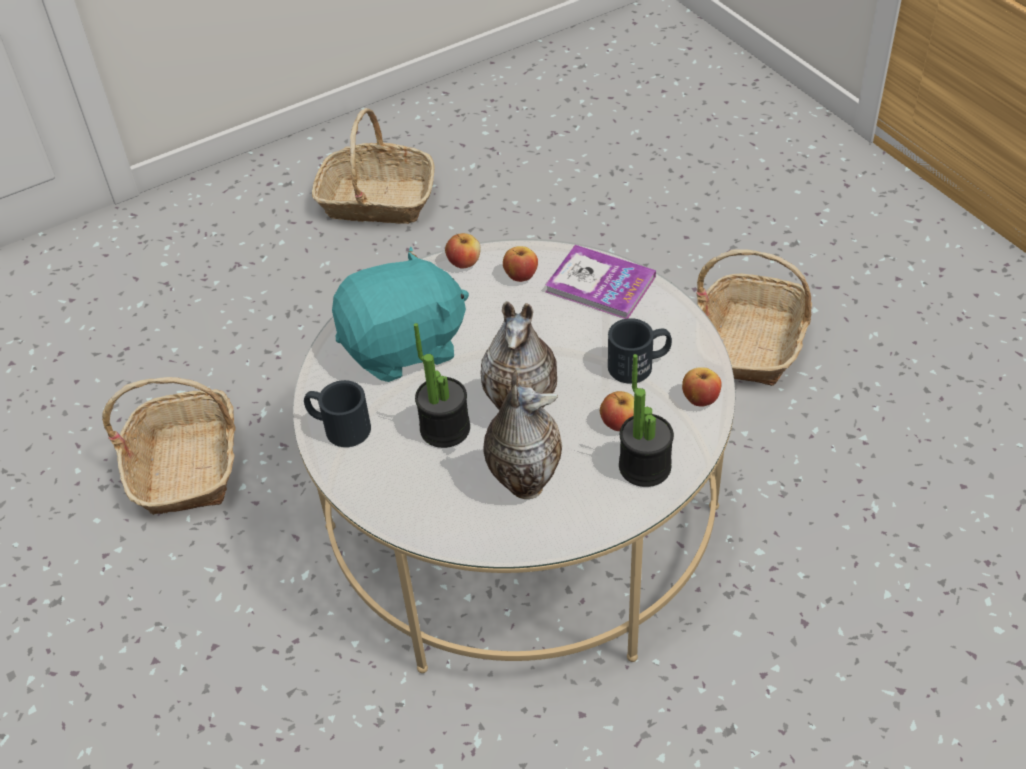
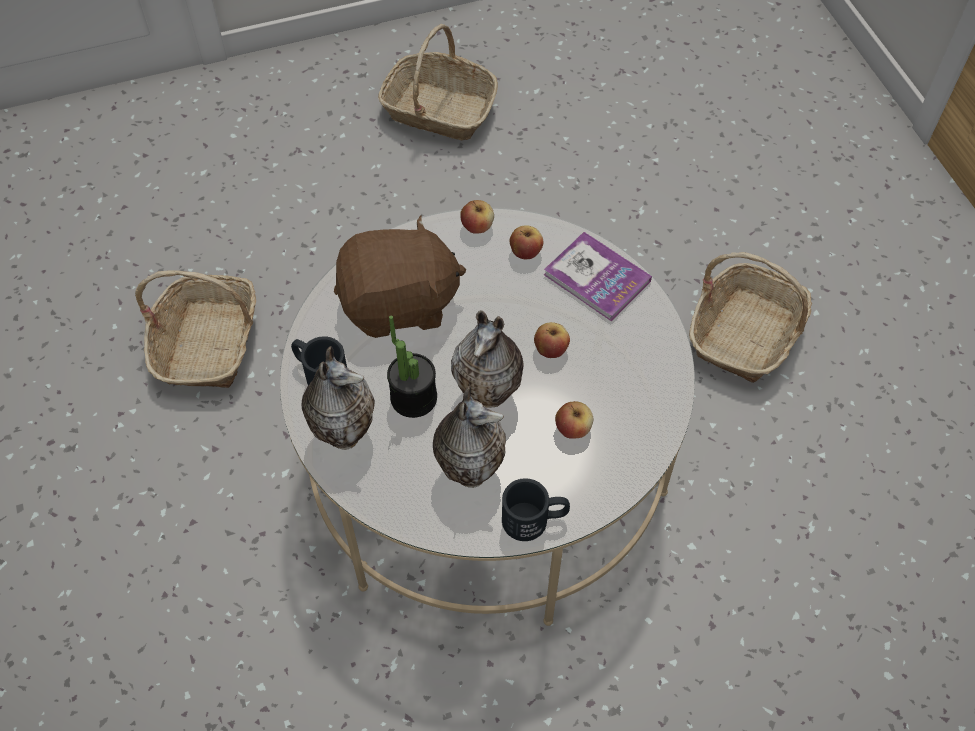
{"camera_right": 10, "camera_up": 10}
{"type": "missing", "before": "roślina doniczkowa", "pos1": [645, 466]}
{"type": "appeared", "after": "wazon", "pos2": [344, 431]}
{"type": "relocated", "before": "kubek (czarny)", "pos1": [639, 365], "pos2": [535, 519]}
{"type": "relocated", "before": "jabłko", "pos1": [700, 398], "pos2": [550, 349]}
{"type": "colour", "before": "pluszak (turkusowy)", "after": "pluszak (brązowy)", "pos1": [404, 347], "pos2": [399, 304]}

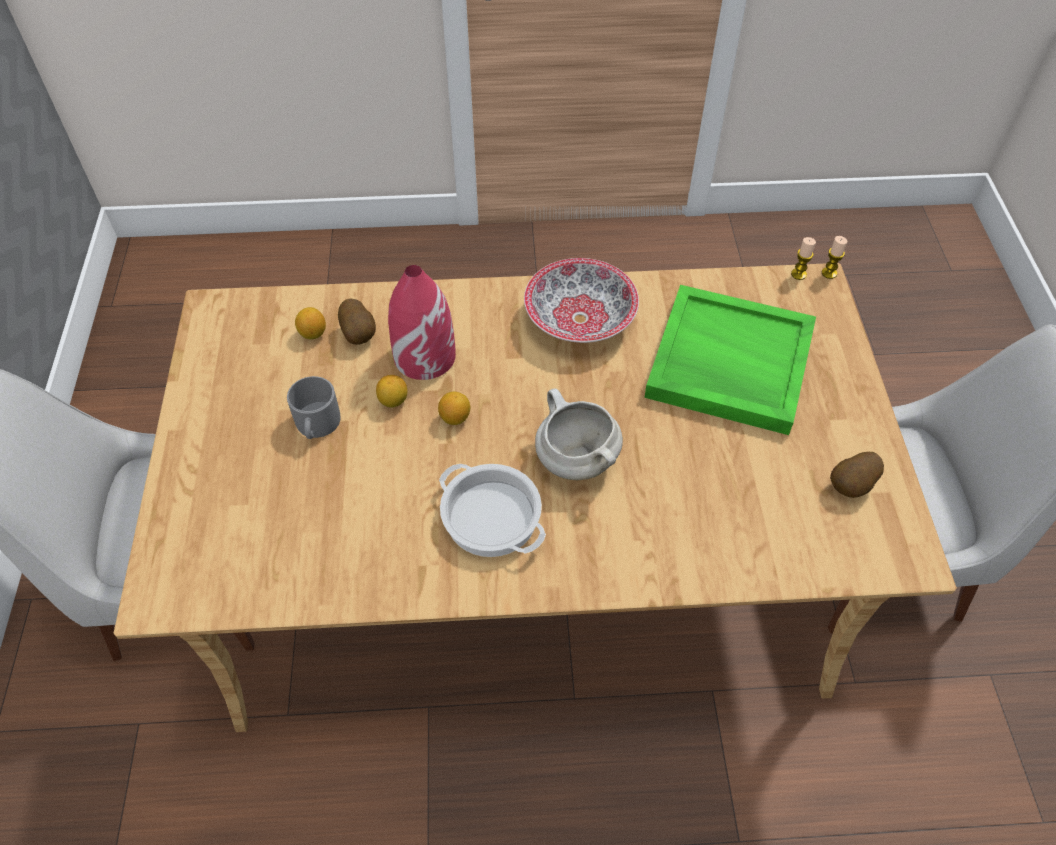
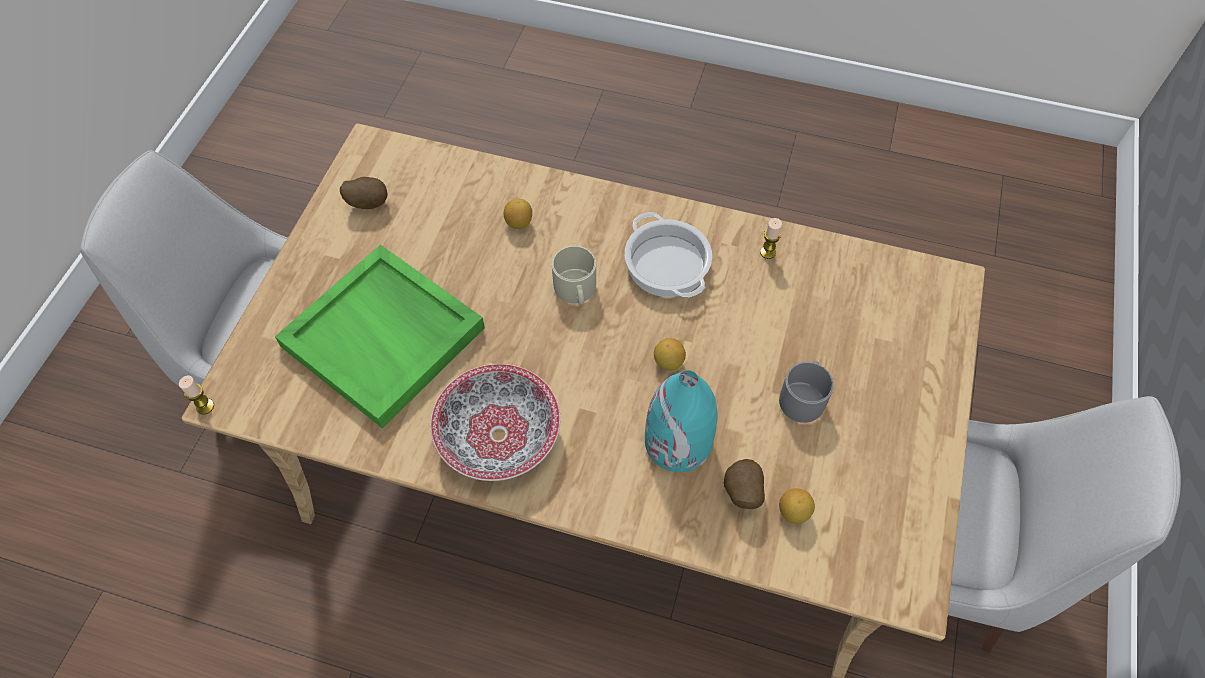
{"camera_right": -160, "camera_up": 5}
{"type": "relocated", "before": "cytryna", "pos1": [393, 401], "pos2": [519, 223]}
{"type": "relocated", "before": "świeca", "pos1": [798, 274], "pos2": [767, 252]}
{"type": "exchanged", "before": "garnek (biały)", "after": "kubek (beżowy)", "pos1": [575, 459], "pos2": [576, 290]}
{"type": "colour", "before": "wazon (czerwony)", "after": "wazon (turkusowy)", "pos1": [424, 356], "pos2": [678, 442]}

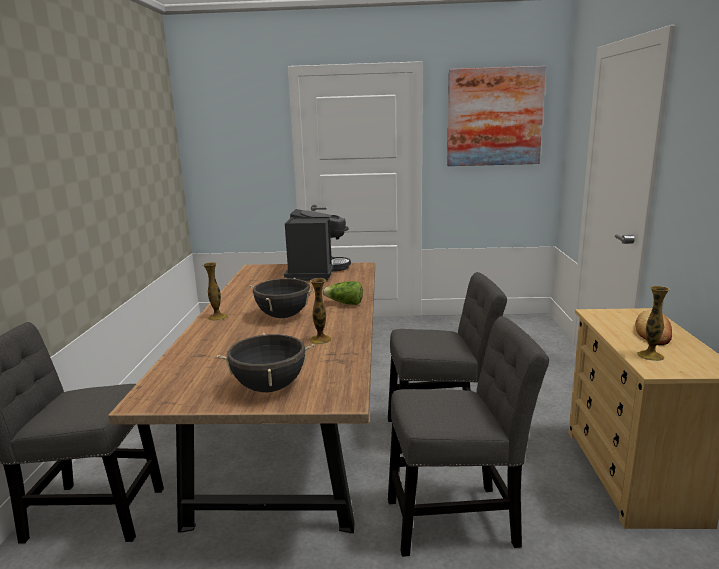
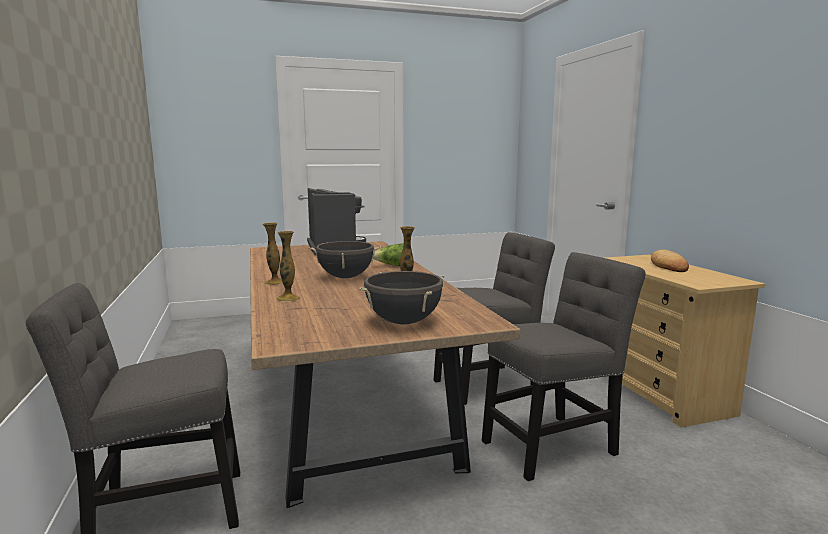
{"camera_right": -20, "camera_up": -5}
{"type": "missing", "before": "obraz", "pos1": [494, 117]}
{"type": "relocated", "before": "wazon", "pos1": [650, 356], "pos2": [288, 298]}

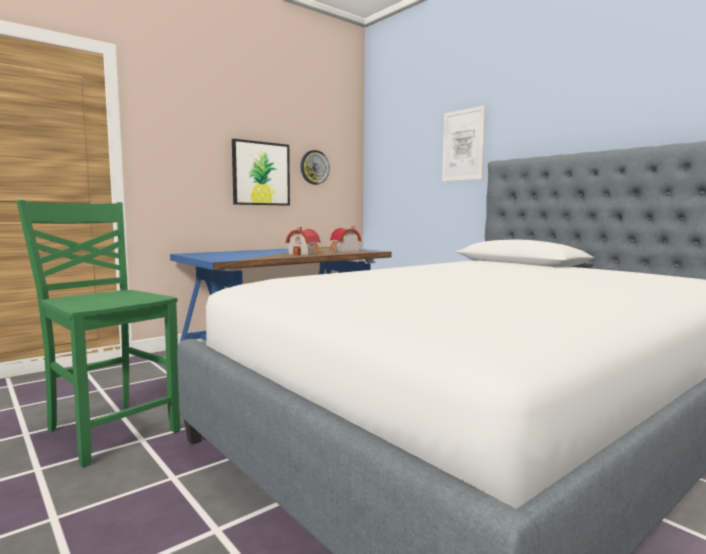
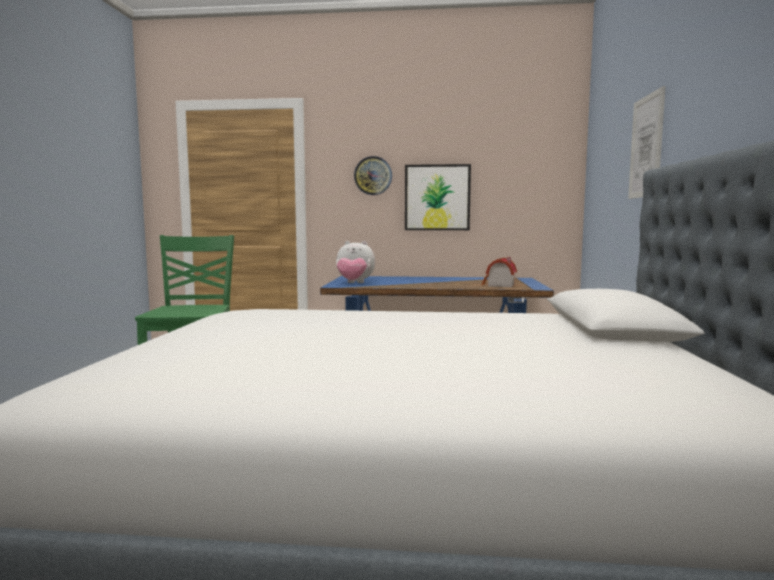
{"camera_right": 45, "camera_up": 0}
{"type": "missing", "before": "domek", "pos1": [305, 254]}
{"type": "appeared", "after": "pluszak", "pos2": [354, 283]}
{"type": "relocated", "before": "zegar ścienny", "pos1": [314, 167], "pos2": [373, 175]}

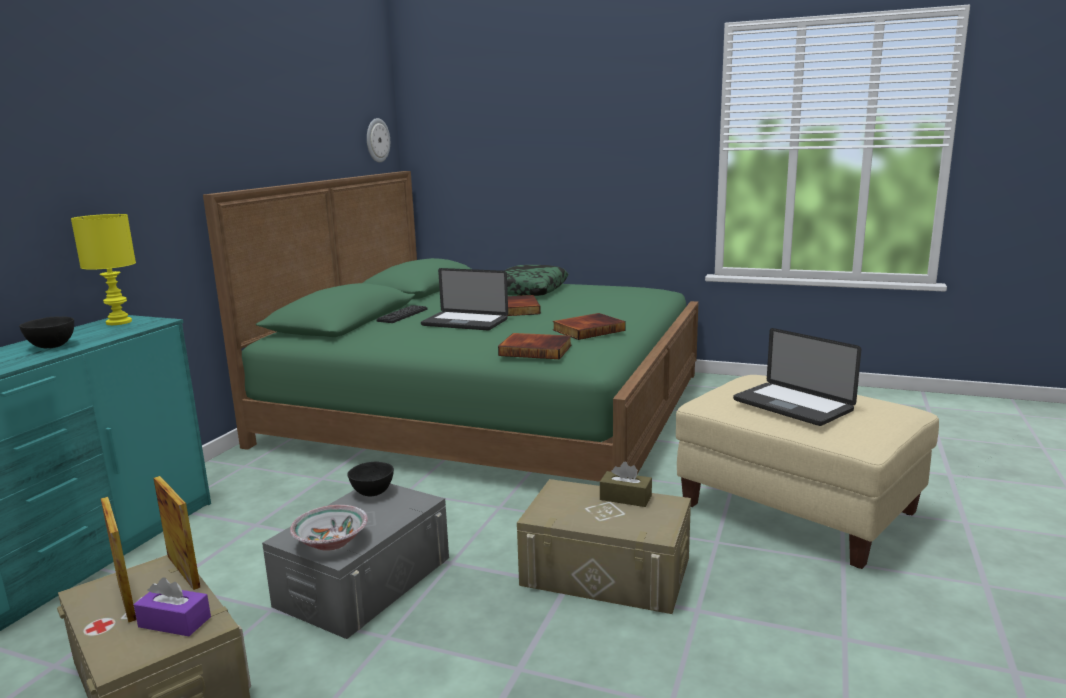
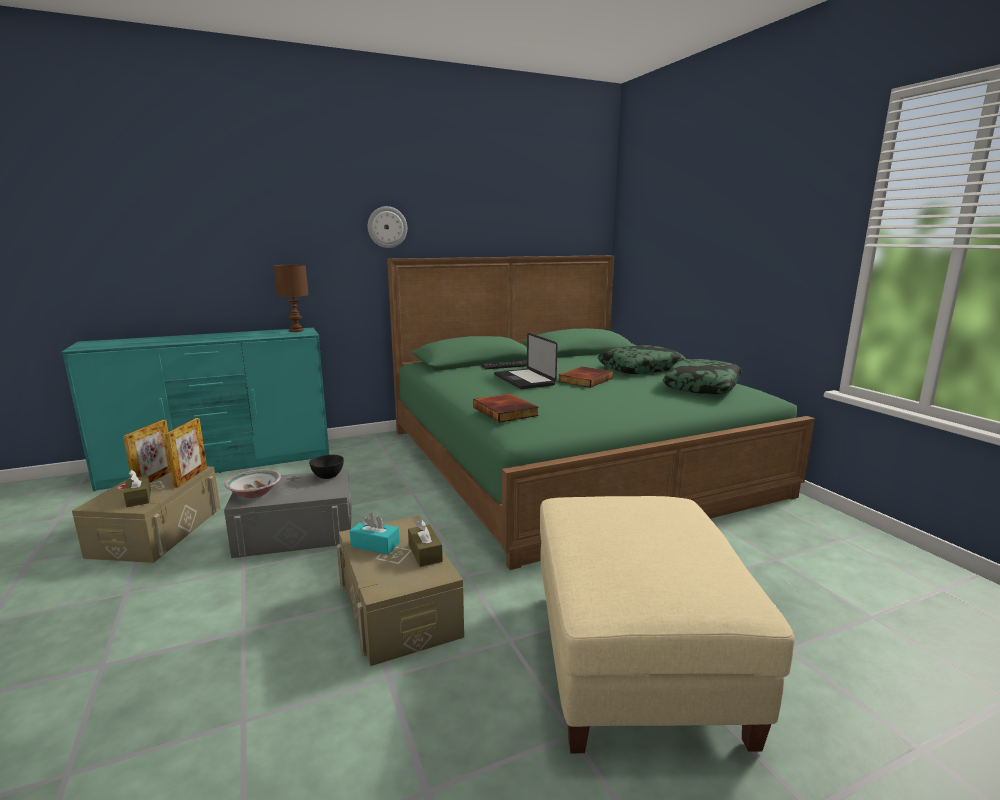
{"camera_right": 45, "camera_up": 0}
{"type": "missing", "before": "miska (czarny)", "pos1": [52, 346]}
{"type": "missing", "before": "książka", "pos1": [588, 330]}
{"type": "missing", "before": "laptop", "pos1": [792, 405]}
{"type": "appeared", "after": "pudełko chusteczek (turkusowy)", "pos2": [375, 545]}
{"type": "appeared", "after": "poduszka", "pos2": [702, 386]}
{"type": "relocated", "before": "zegar ścienny", "pos1": [377, 140], "pos2": [387, 227]}
{"type": "colour", "before": "lampa stołowa (żółty)", "after": "lampa stołowa (brązowy)", "pos1": [120, 322], "pos2": [297, 331]}
{"type": "colour", "before": "pudełko chusteczek (fioletowy)", "after": "pudełko chusteczek (brązowy)", "pos1": [174, 622], "pos2": [139, 498]}

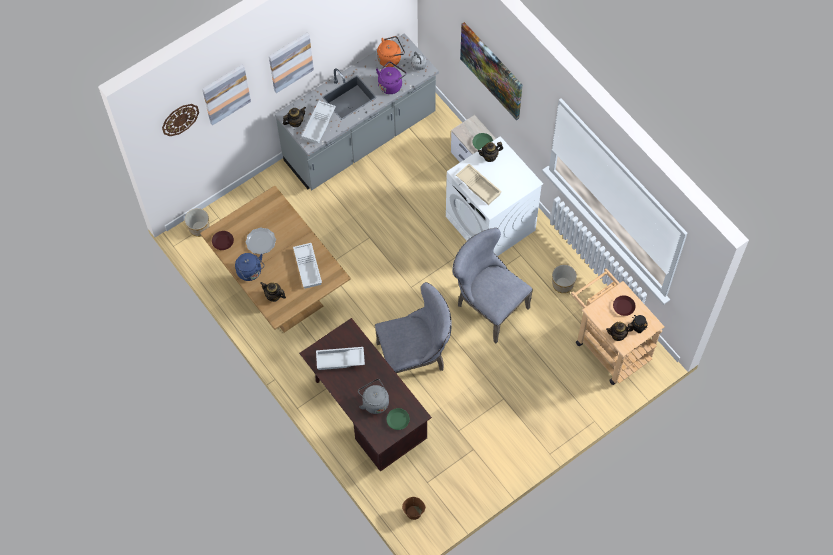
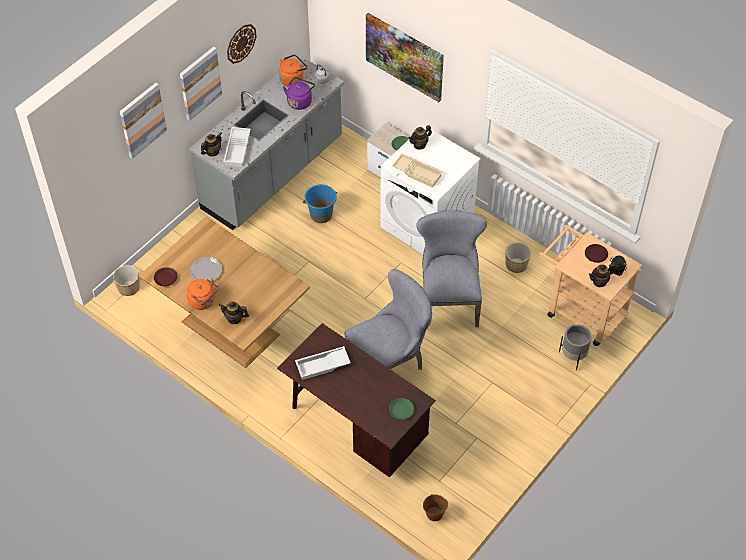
{"camera_right": -15, "camera_up": -10}
{"type": "missing", "before": "taca (biały)", "pos1": [308, 267]}
{"type": "missing", "before": "czajnik (szary)", "pos1": [374, 402]}
{"type": "appeared", "after": "wiadro (niebieski)", "pos2": [321, 214]}
{"type": "appeared", "after": "donica (szary)", "pos2": [573, 357]}
{"type": "relocated", "before": "zegar ścienny", "pos1": [180, 119], "pos2": [241, 43]}
{"type": "colour", "before": "czajnik (niebieski)", "after": "czajnik (pomarańczowy)", "pos1": [250, 272], "pos2": [203, 301]}
{"type": "spun", "before": "krzesło (szary)", "pos1": [488, 305], "pos2": [448, 299], "turn": 60}

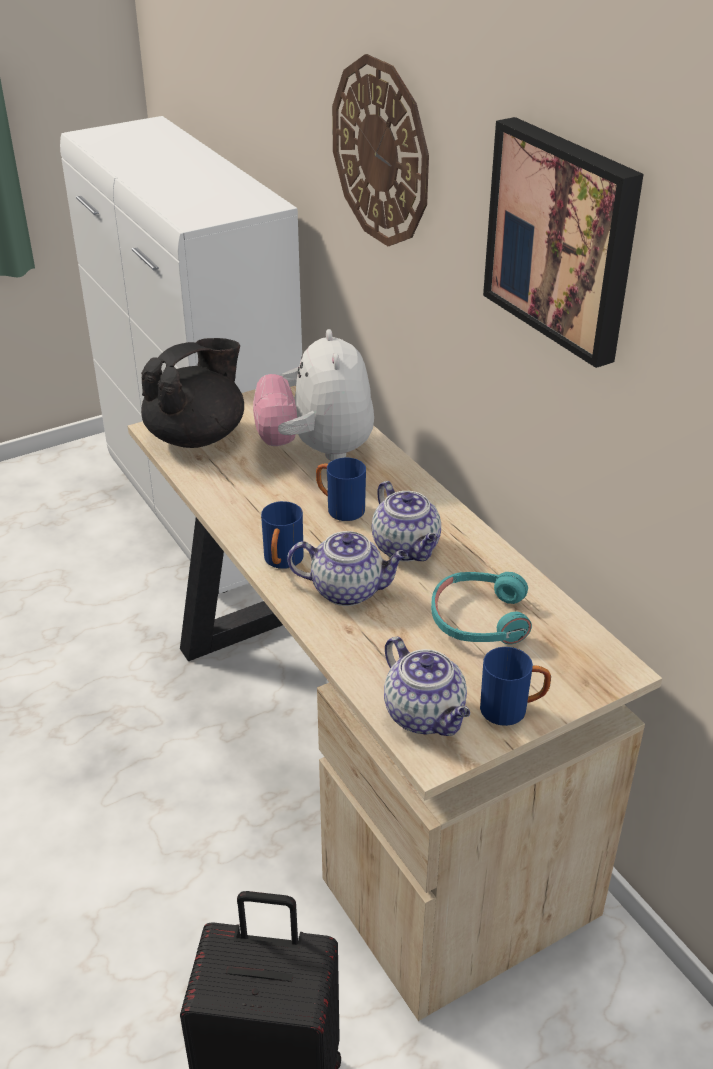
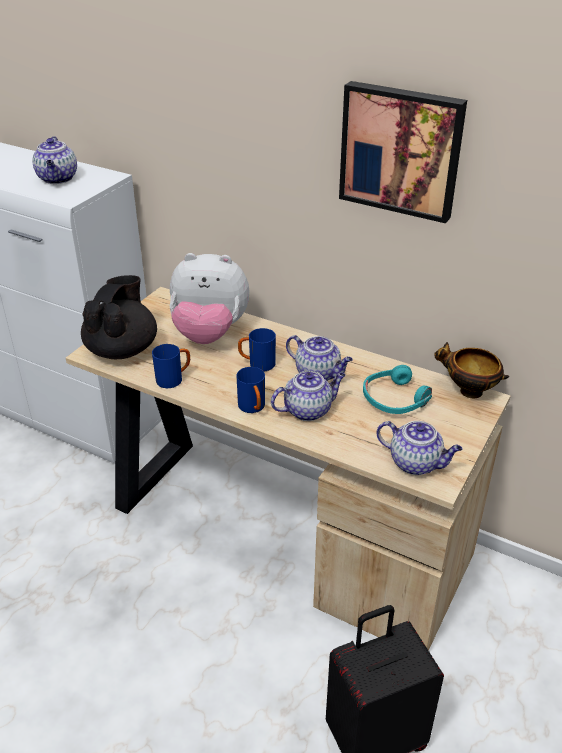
{"camera_right": -30, "camera_up": 0}
{"type": "missing", "before": "zegar ścienny", "pos1": [381, 152]}
{"type": "appeared", "after": "imbryk", "pos2": [58, 179]}
{"type": "appeared", "after": "miska", "pos2": [468, 391]}
{"type": "relocated", "before": "kubek (niebieski)", "pos1": [512, 709], "pos2": [174, 379]}
{"type": "spun", "before": "pluszak", "pos1": [317, 450], "pos2": [209, 334], "turn": -45}

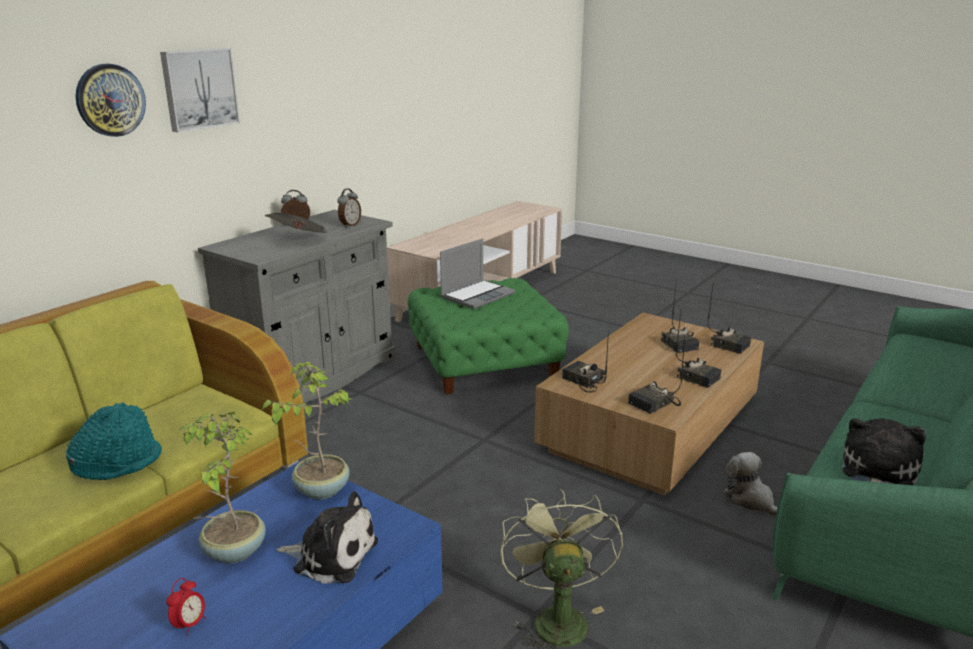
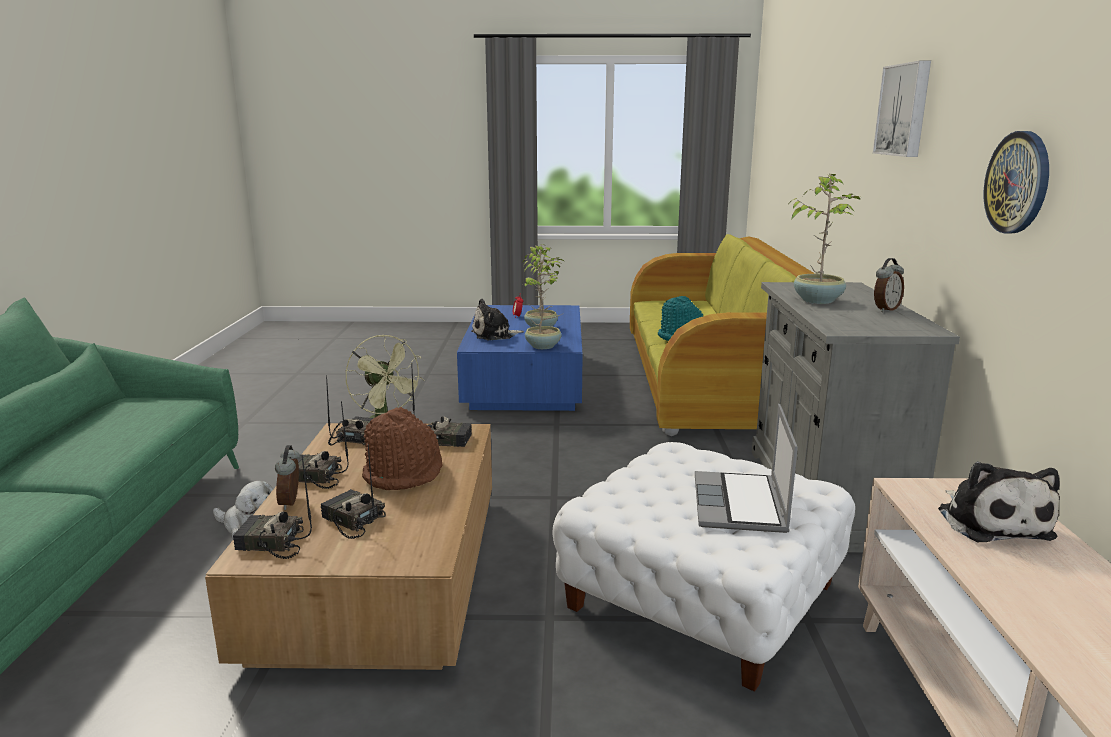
{"camera_right": 145, "camera_up": -5}
{"type": "appeared", "after": "kapelusz (brązowy)", "pos2": [404, 473]}
{"type": "relocated", "before": "zegar ścienny", "pos1": [110, 100], "pos2": [1018, 182]}
{"type": "relocated", "before": "budzik", "pos1": [349, 225], "pos2": [292, 503]}
{"type": "relocated", "before": "pluszak", "pos1": [877, 474], "pos2": [991, 522]}
{"type": "exchanged", "before": "gazeta", "after": "roślina doniczkowa", "pos1": [301, 240], "pos2": [818, 300]}
{"type": "colour", "before": "pufa (zielony)", "after": "pufa (biały)", "pos1": [484, 361], "pos2": [702, 597]}

